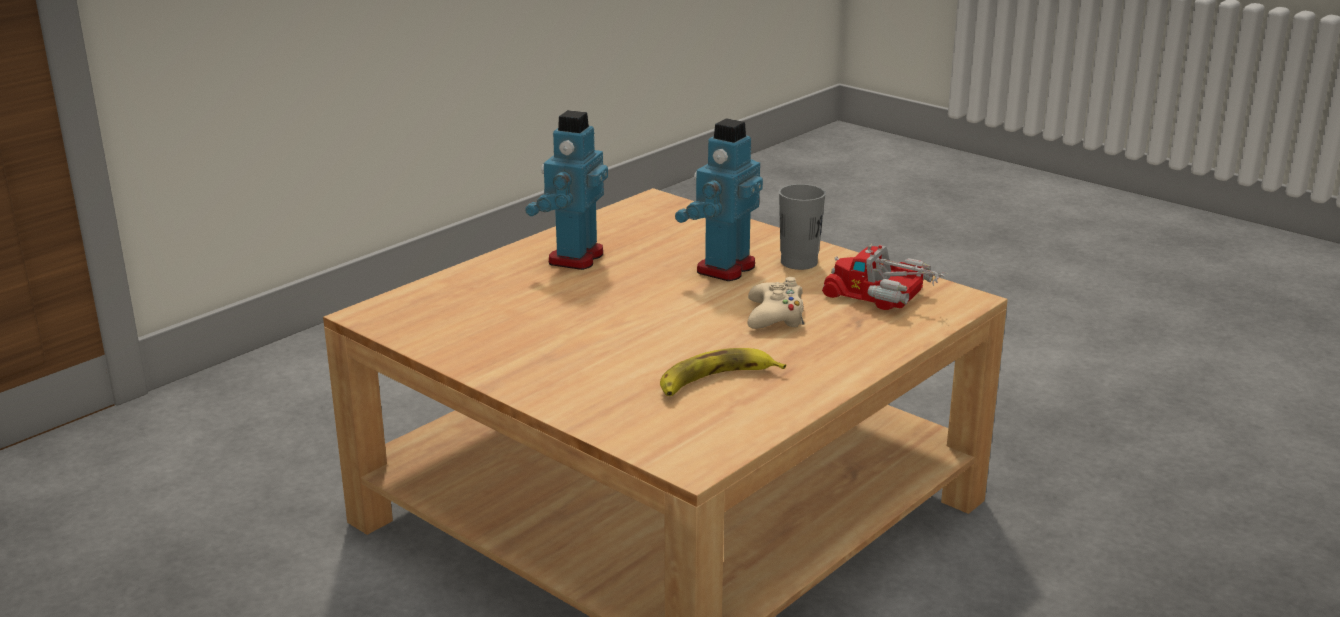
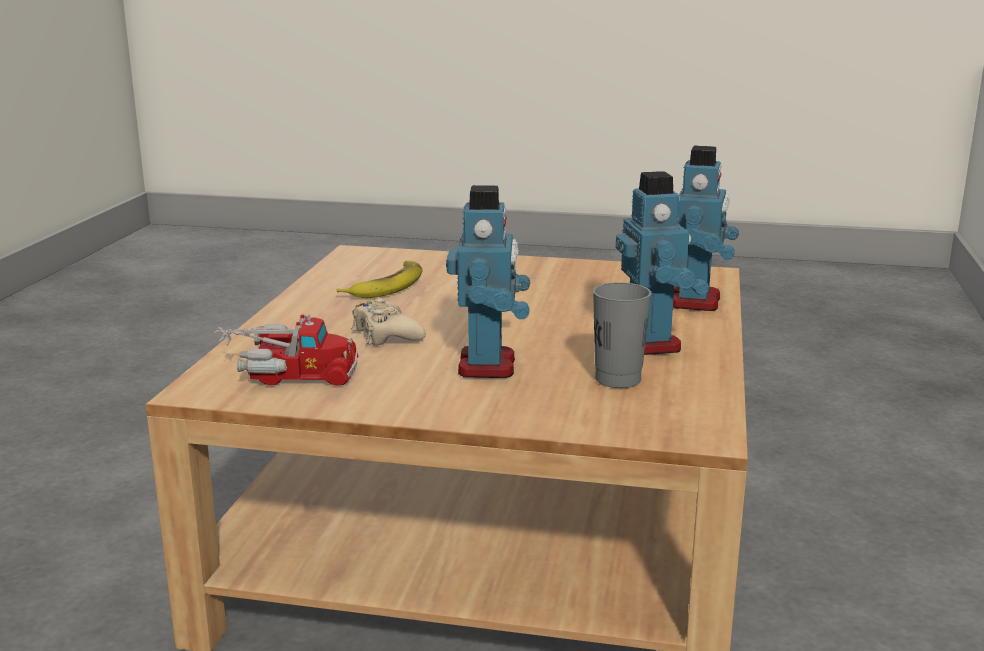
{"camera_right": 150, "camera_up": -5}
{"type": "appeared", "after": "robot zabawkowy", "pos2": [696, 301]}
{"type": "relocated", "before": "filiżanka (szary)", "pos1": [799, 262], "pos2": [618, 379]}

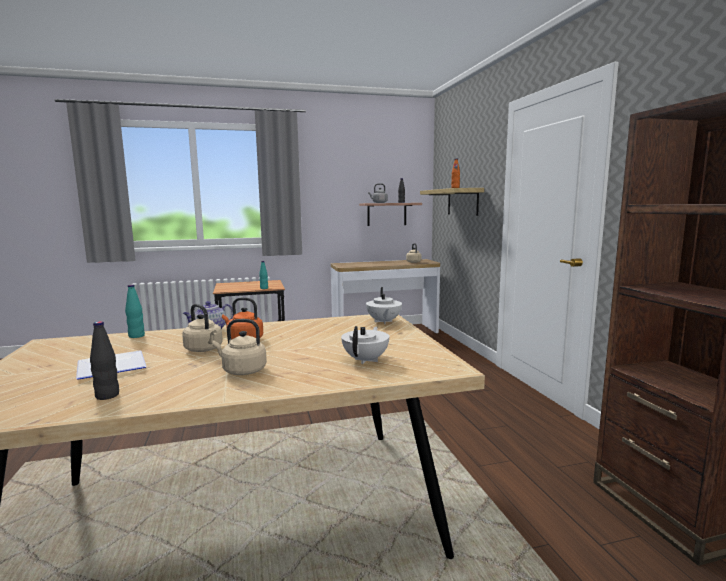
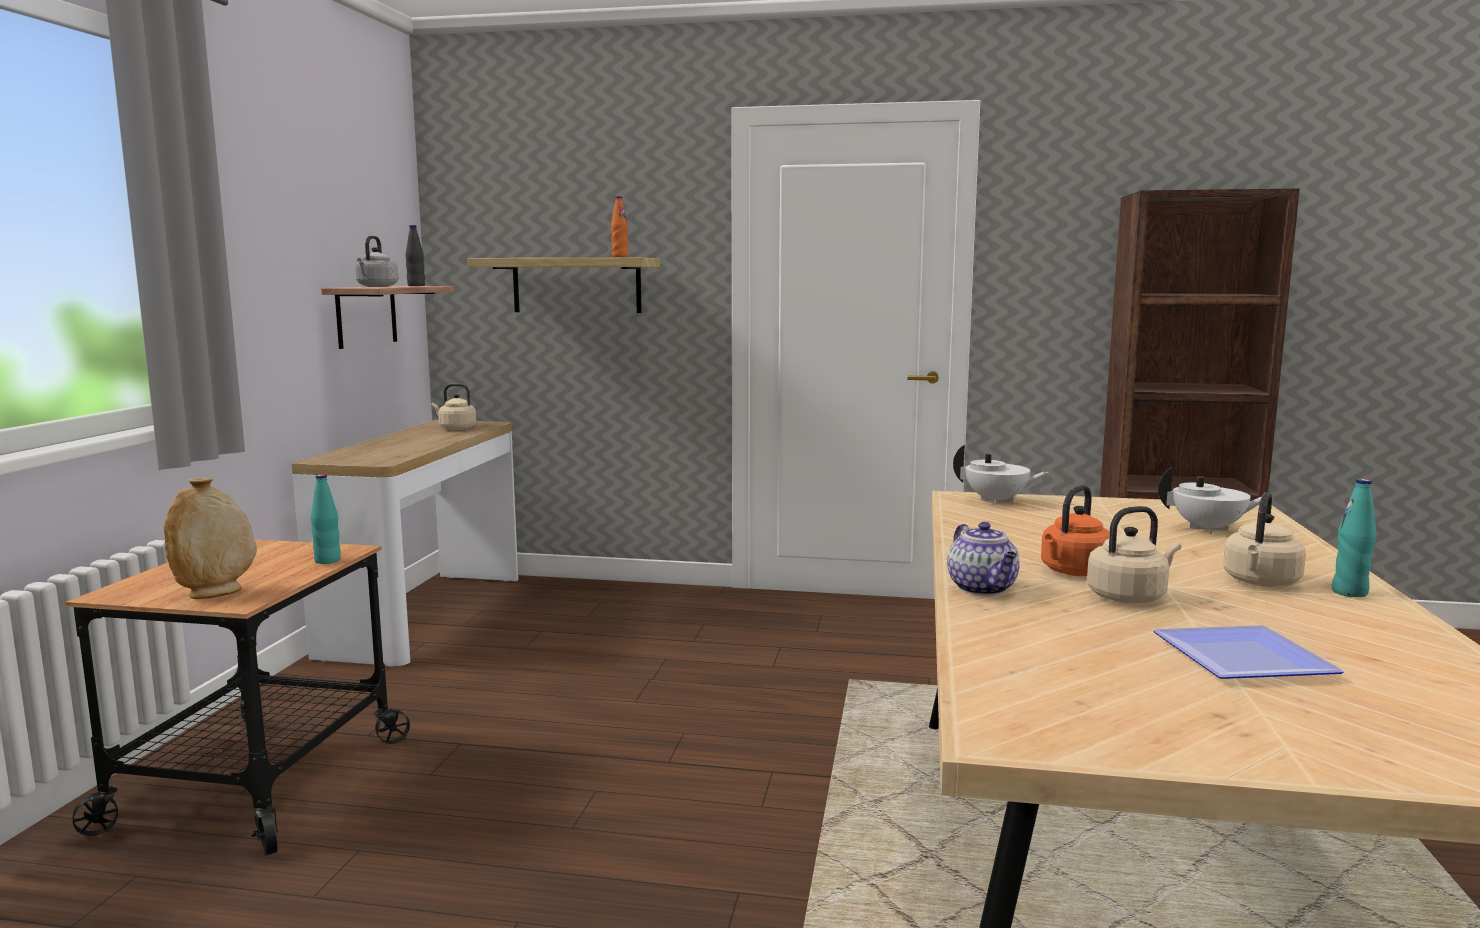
{"camera_right": -65, "camera_up": 0}
{"type": "missing", "before": "butelka (czarny)", "pos1": [107, 395]}
{"type": "appeared", "after": "wazon (beżowy)", "pos2": [216, 593]}
{"type": "relocated", "before": "butelka (turkusowy)", "pos1": [136, 336], "pos2": [1349, 592]}
{"type": "spun", "before": "imbryk (biały)", "pos1": [366, 360], "pos2": [1209, 529], "turn": 150}

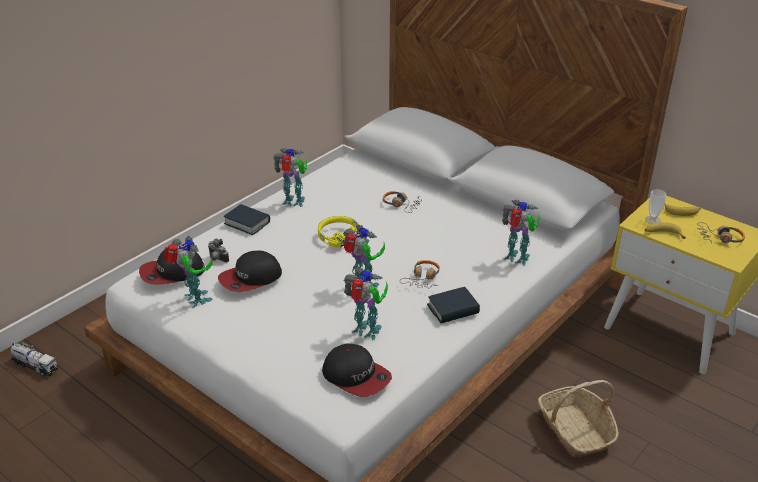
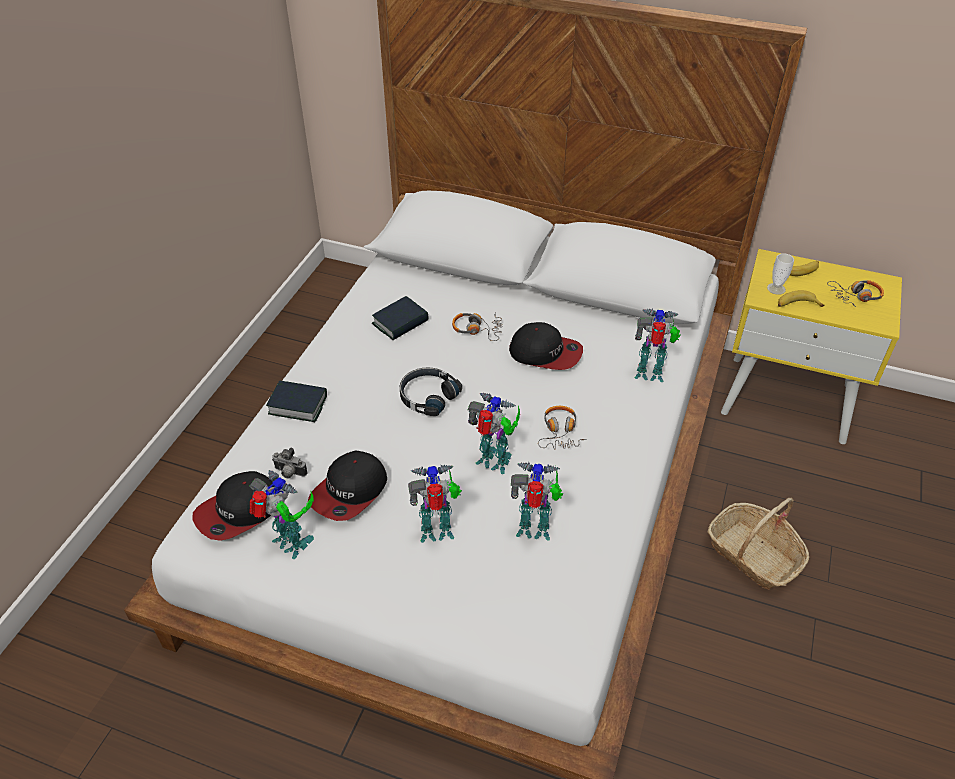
{"camera_right": -20, "camera_up": 10}
{"type": "missing", "before": "ciężarówka zabawkowa", "pos1": [35, 366]}
{"type": "relocated", "before": "robot zabawkowy", "pos1": [294, 202], "pos2": [438, 532]}
{"type": "relocated", "before": "czapka z daszkiem", "pos1": [356, 376], "pos2": [545, 353]}
{"type": "relocated", "before": "książka", "pos1": [453, 309], "pos2": [400, 322]}
{"type": "colour", "before": "słuchawki (żółty)", "after": "słuchawki (czarny)", "pos1": [339, 236], "pos2": [427, 396]}

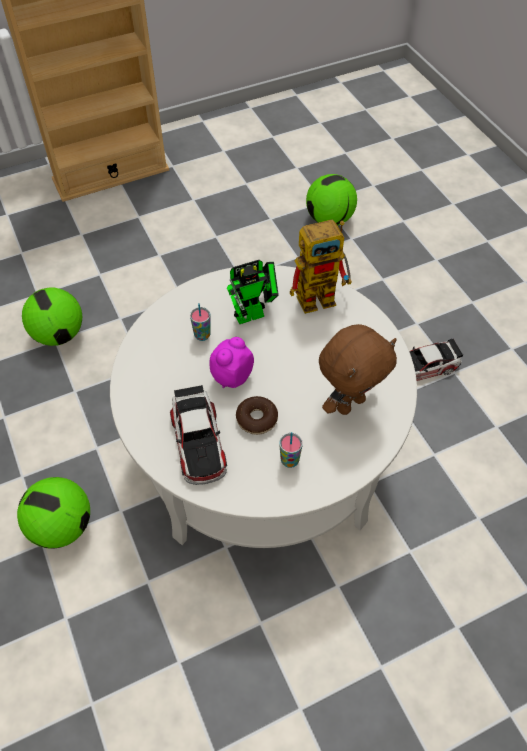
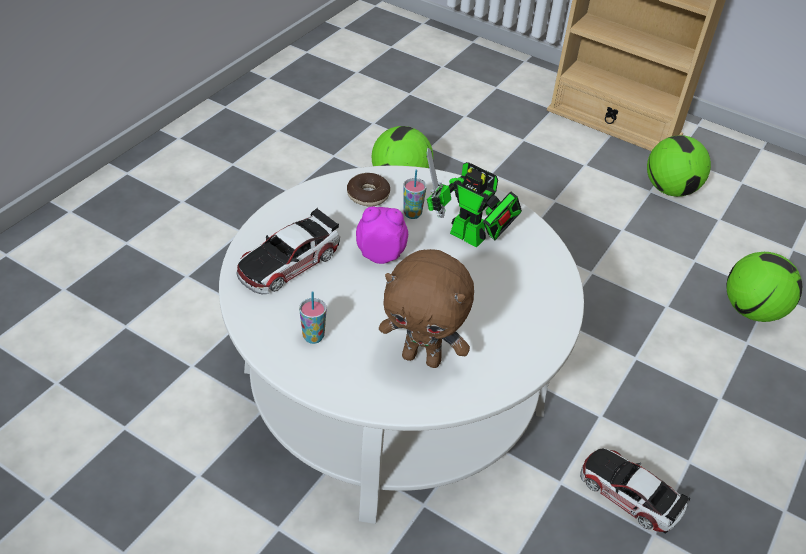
{"camera_right": 55, "camera_up": -10}
{"type": "missing", "before": "robot zabawkowy", "pos1": [322, 296]}
{"type": "relocated", "before": "piłka futbolowa", "pos1": [61, 526], "pos2": [670, 189]}
{"type": "relocated", "before": "donut", "pos1": [257, 419], "pos2": [368, 195]}

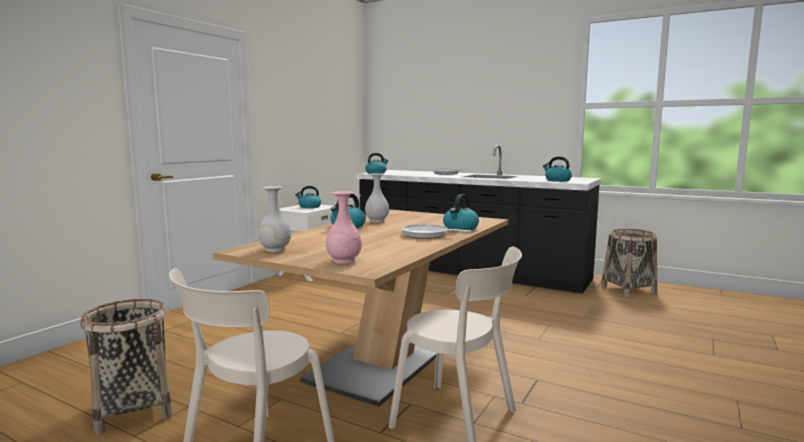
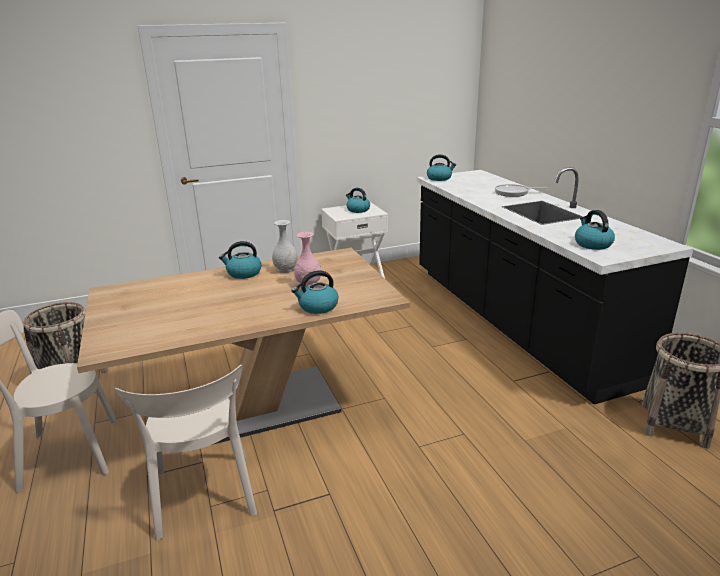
{"camera_right": 40, "camera_up": 15}
{"type": "missing", "before": "wazon (biały)", "pos1": [275, 249]}
{"type": "missing", "before": "patelnia", "pos1": [427, 235]}
{"type": "relocated", "before": "wazon (różowy)", "pos1": [343, 261], "pos2": [308, 284]}

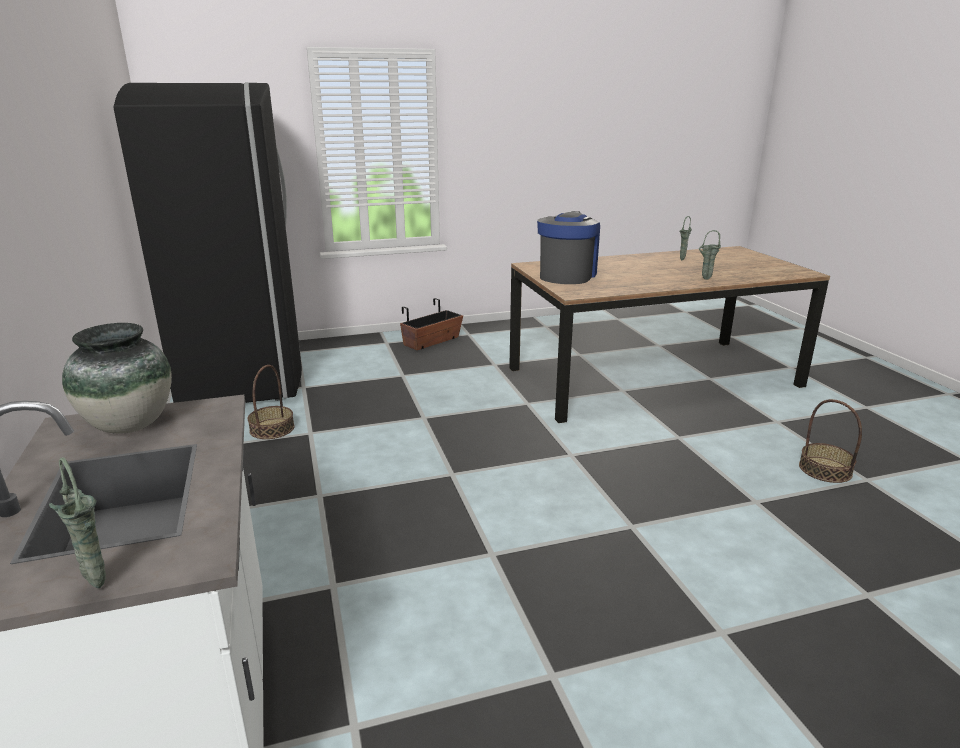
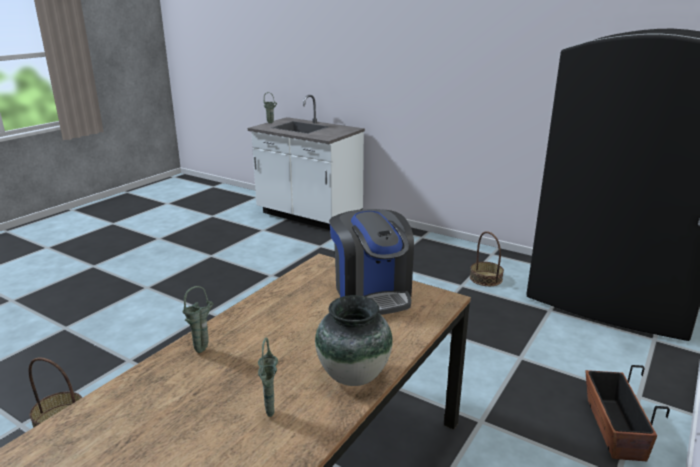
{"camera_right": 140, "camera_up": 0}
{"type": "relocated", "before": "wazon", "pos1": [130, 425], "pos2": [353, 376]}

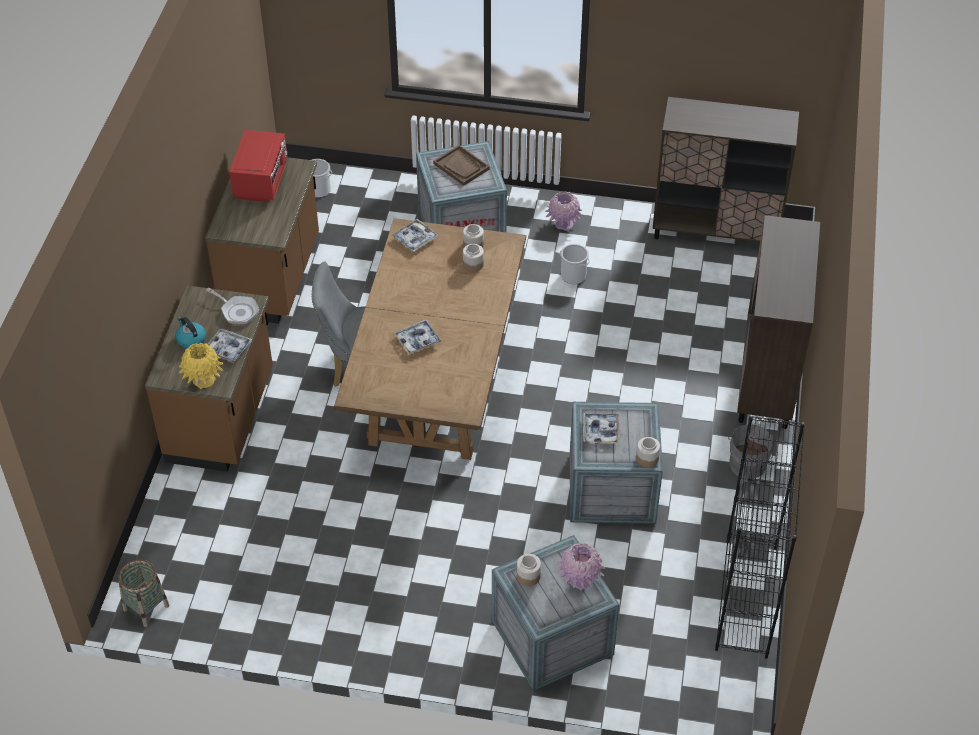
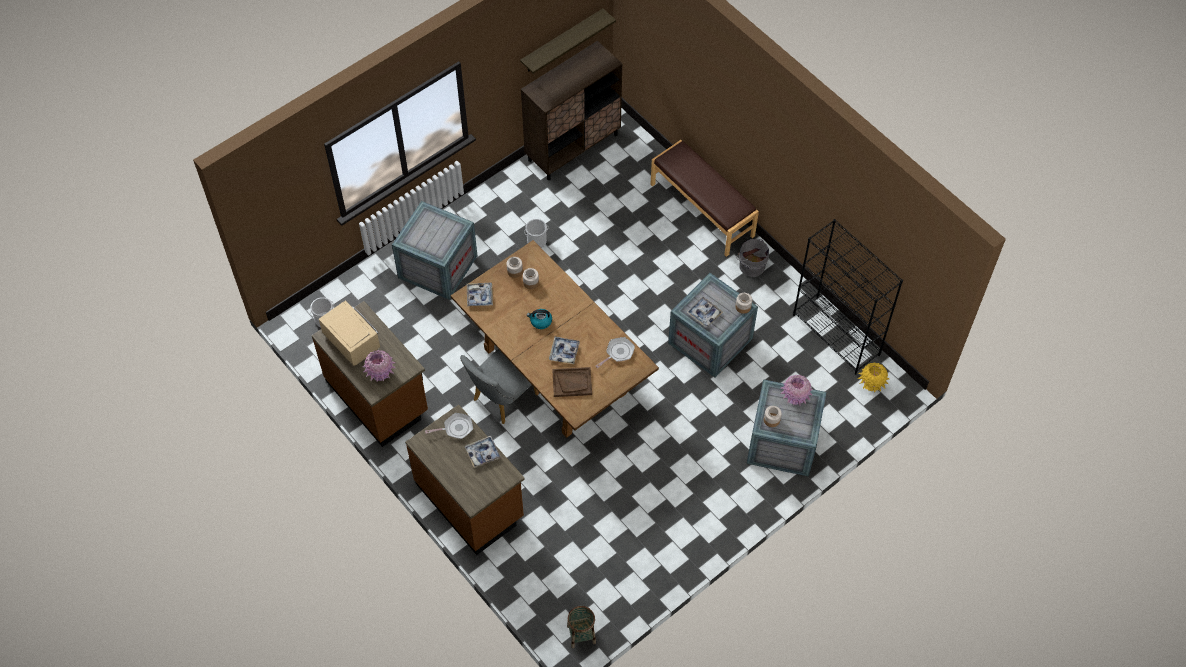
{"camera_right": -50, "camera_up": 10}
{"type": "appeared", "after": "półka", "pos2": [562, 41]}
{"type": "appeared", "after": "patelnia", "pos2": [618, 353]}
{"type": "relocated", "before": "czajnik", "pos1": [191, 339], "pos2": [540, 321]}
{"type": "relocated", "before": "wazon (żółty)", "pos1": [203, 380], "pos2": [871, 384]}
{"type": "relocated", "before": "taca (brązowy)", "pos1": [461, 166], "pos2": [572, 382]}
{"type": "relocated", "before": "wazon (różowy)", "pos1": [563, 224], "pos2": [380, 374]}
{"type": "exchanged", "before": "szafka (brązowy)", "after": "ławka (brązowy)", "pos1": [767, 377], "pos2": [702, 209]}
{"type": "colour", "before": "mikrofalówka (czerwony)", "after": "mikrofalówka (beżowy)", "pos1": [262, 181], "pos2": [352, 341]}

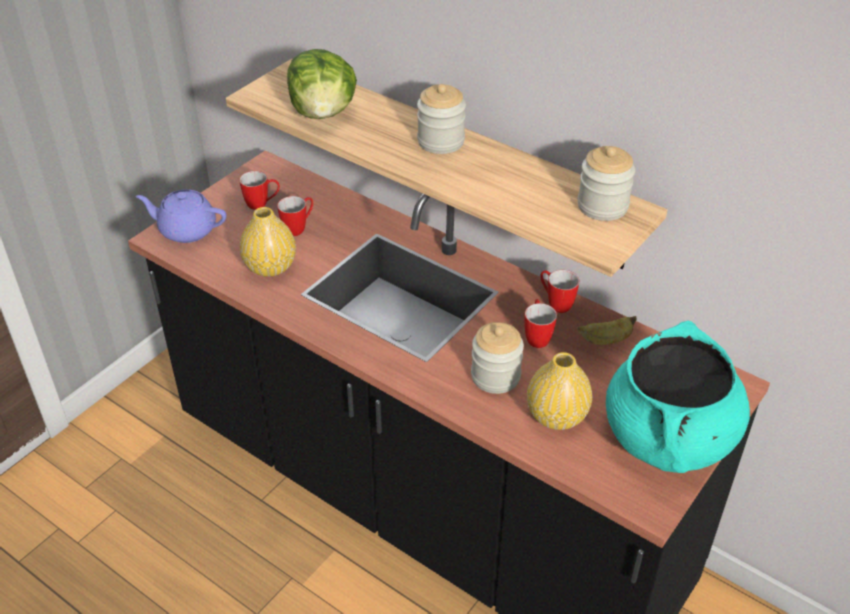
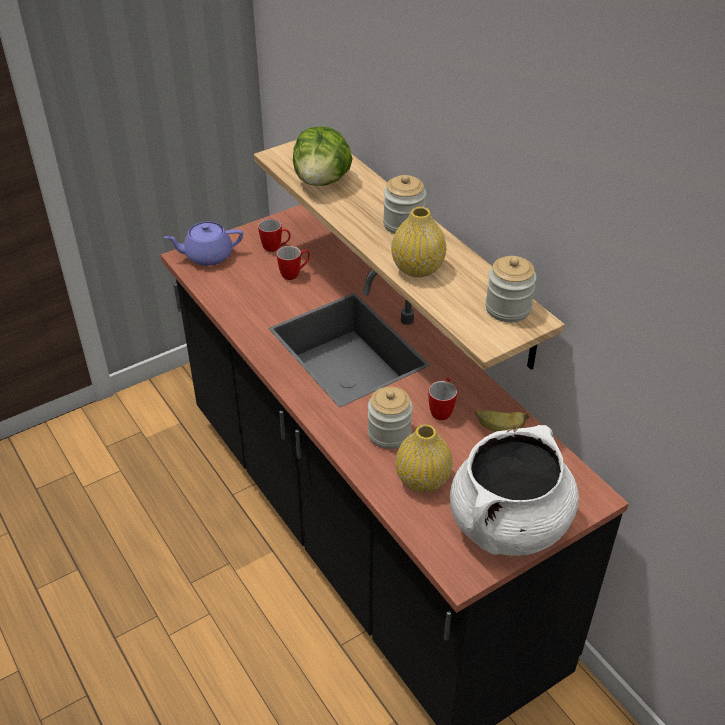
{"camera_right": 20, "camera_up": 0}
{"type": "missing", "before": "kubek", "pos1": [555, 303]}
{"type": "relocated", "before": "wazon (żółty)", "pos1": [270, 267], "pos2": [417, 268]}
{"type": "colour", "before": "garnek (turkusowy)", "after": "garnek (biały)", "pos1": [668, 438], "pos2": [508, 524]}
{"type": "spun", "before": "imbryk (fioletowy)", "pos1": [186, 230], "pos2": [207, 256], "turn": -45}

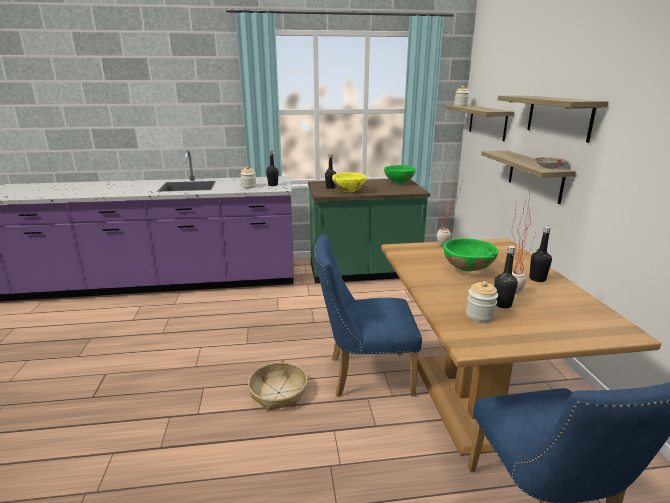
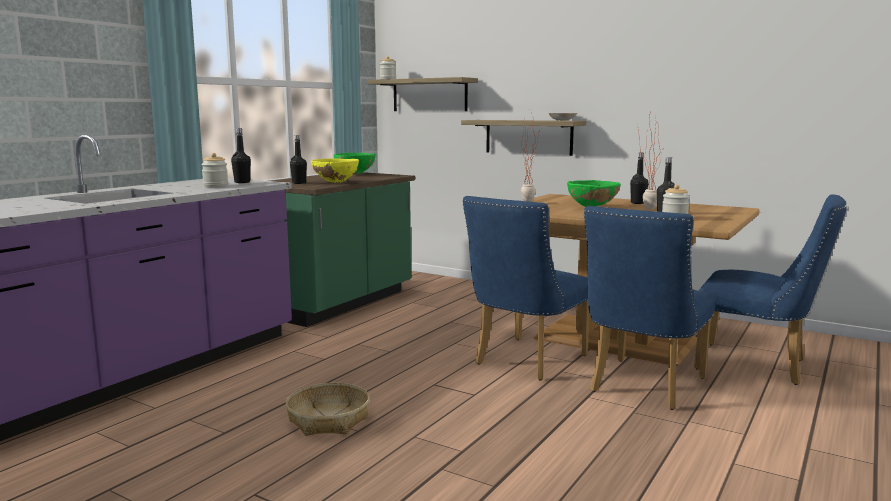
{"camera_right": -50, "camera_up": -10}
{"type": "missing", "before": "półka", "pos1": [558, 117]}
{"type": "appeared", "after": "krzesło (niebieski)", "pos2": [642, 387]}
{"type": "relocated", "before": "koszyk", "pos1": [278, 392], "pos2": [328, 419]}

